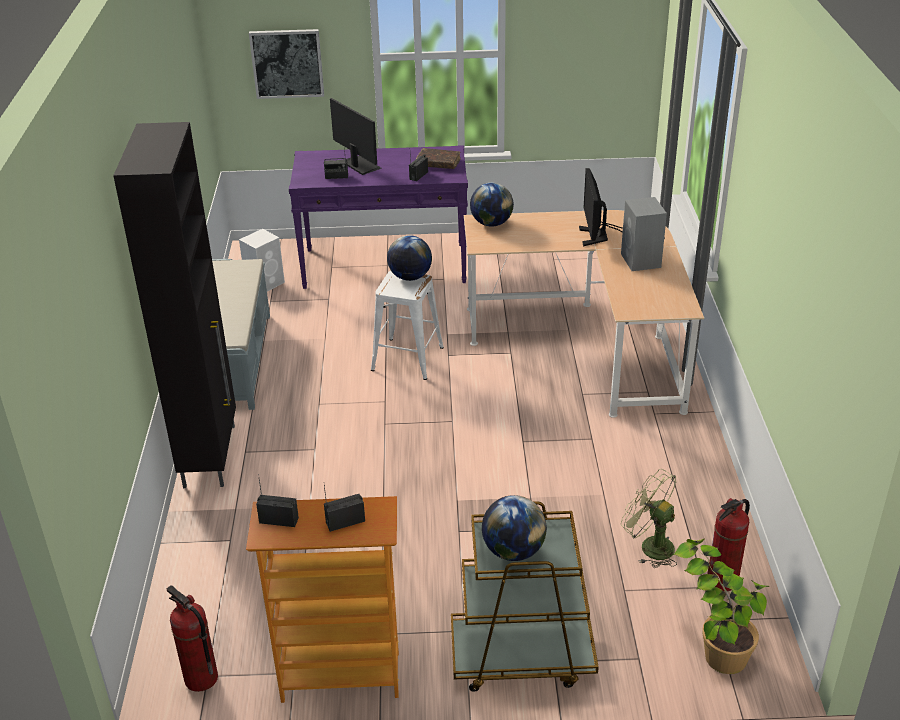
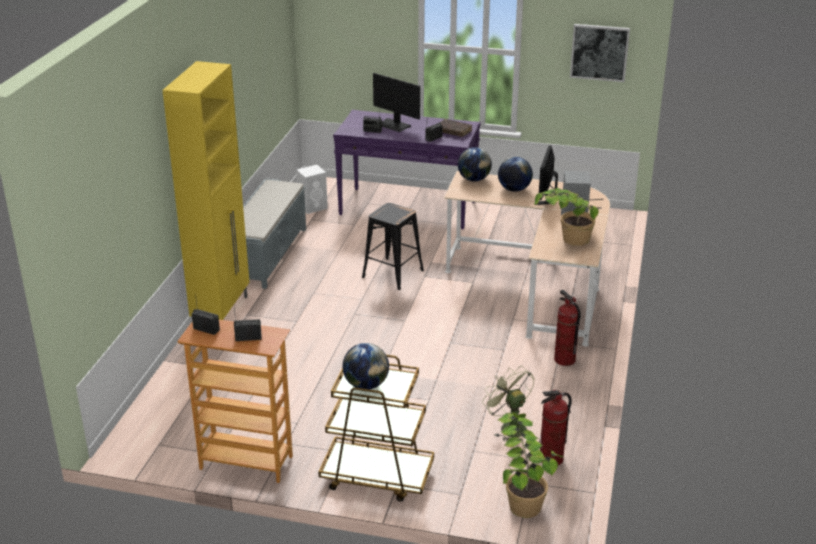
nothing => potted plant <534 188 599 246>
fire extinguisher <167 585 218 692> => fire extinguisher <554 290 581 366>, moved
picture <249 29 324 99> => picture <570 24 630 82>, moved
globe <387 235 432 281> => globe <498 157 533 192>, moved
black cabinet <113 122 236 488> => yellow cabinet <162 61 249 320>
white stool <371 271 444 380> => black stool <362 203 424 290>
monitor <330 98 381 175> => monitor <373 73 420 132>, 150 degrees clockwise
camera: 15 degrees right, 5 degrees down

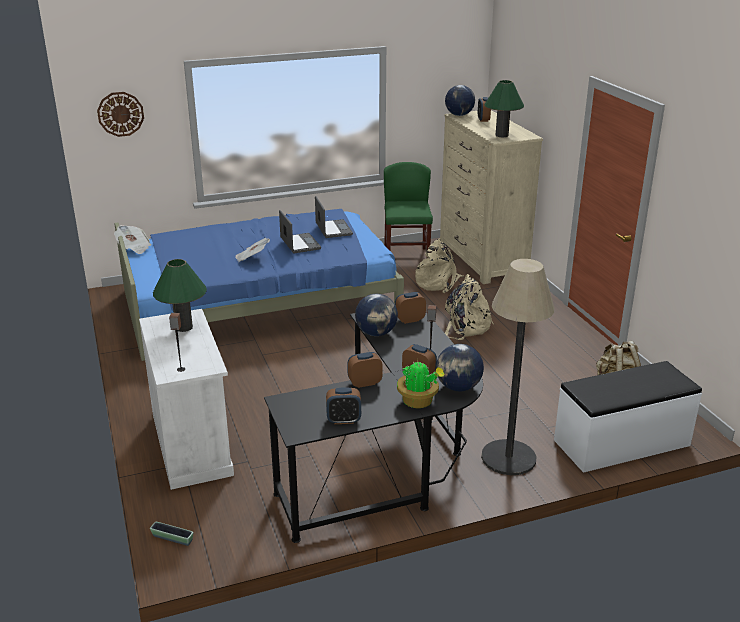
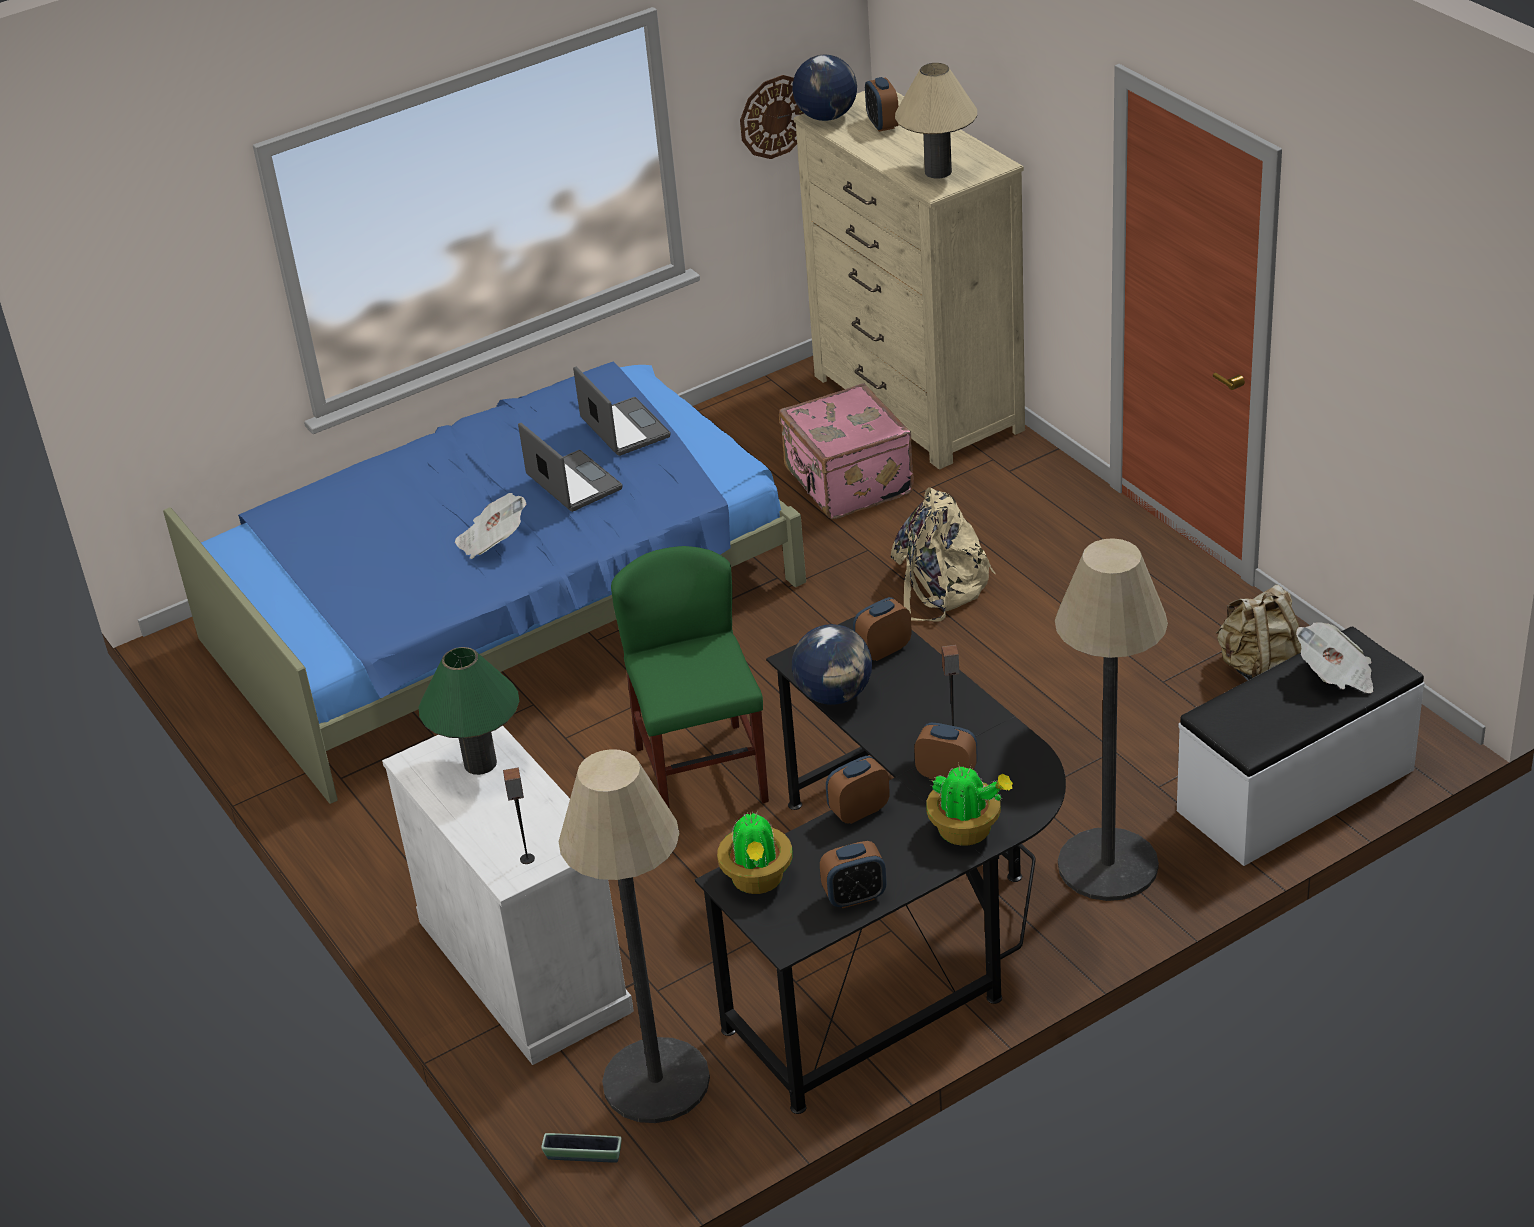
globe <436 344 484 391> => nothing
nothing => floor lamp <558 749 710 1123>
nothing => potted plant <717 810 793 894>
wall clock <97 92 144 137> => wall clock <740 75 804 159>, moved
newspaper <114 225 152 254> => newspaper <1296 622 1373 693>, moved
green chair <384 162 433 258> => green chair <611 546 769 809>, moved
beige backpack <415 238 464 293> => pink suitcase <779 383 914 519>
green table lamp <484 80 524 137> => beige table lamp <895 63 977 179>
camera: 10 degrees left, 10 degrees up

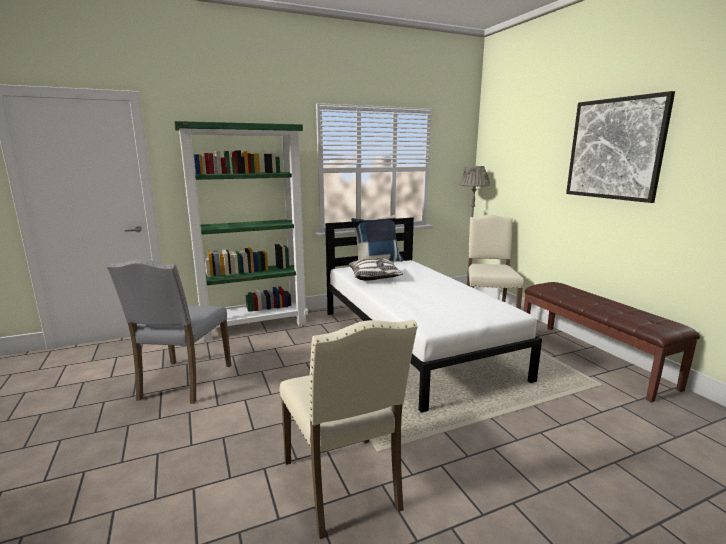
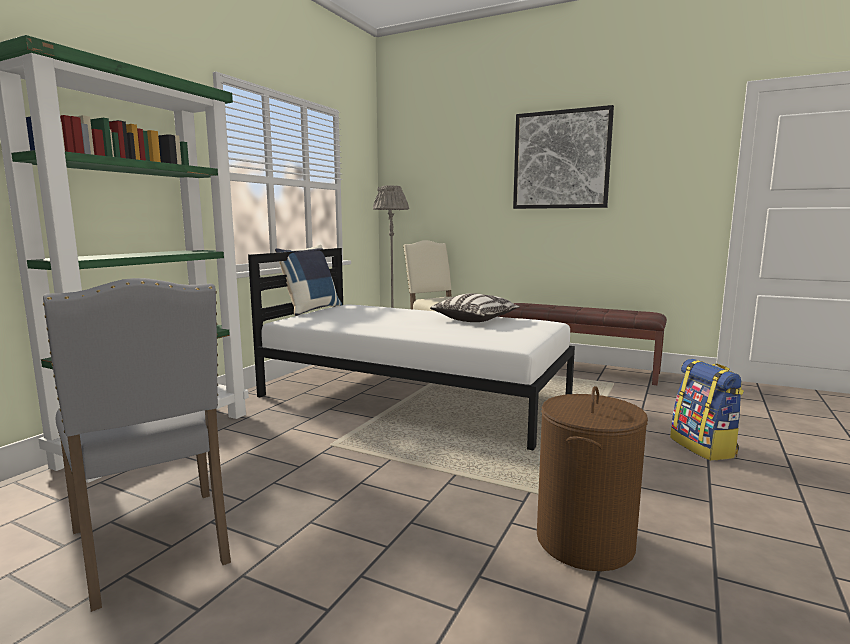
nothing => backpack <670 359 744 461>
pillow <349 258 403 281> => pillow <430 293 520 322>, moved
beige chair <280 320 418 539> => brown laundry basket <537 386 648 571>
camera: 40 degrees left, 5 degrees down

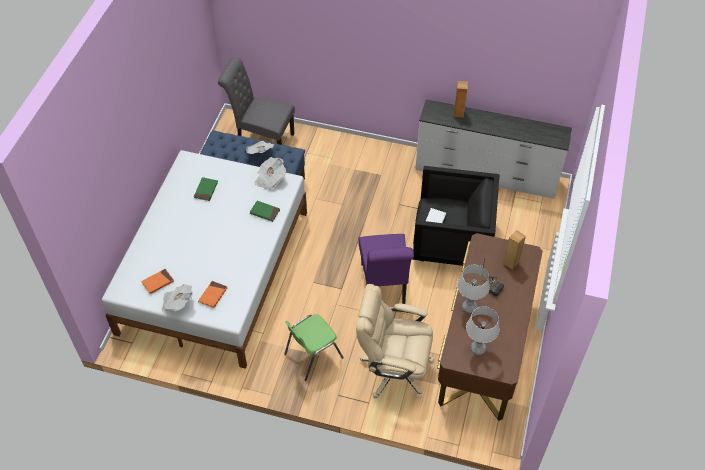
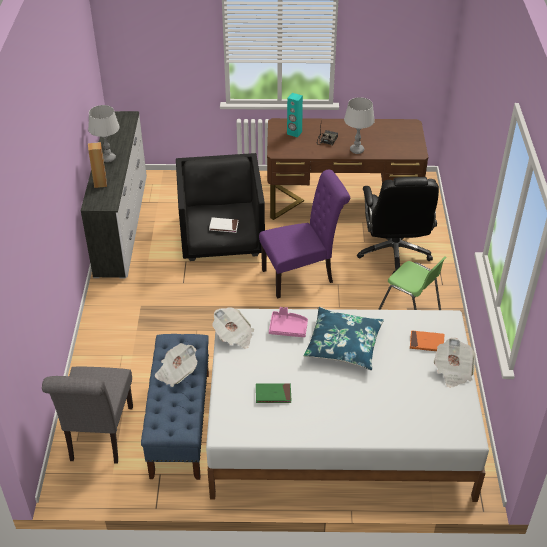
orange book <141 269 174 294> => nothing
nothing => blue pillow <304 307 384 370>
grey table lamp <466 306 499 355> => grey table lamp <88 105 120 162>, moved
green book <250 201 280 222> => pink tray <269 307 308 337>
beige office chair <356 284 434 399> => black office chair <357 177 439 274>
brown speaker <503 230 526 269> => turquoise speaker <287 93 303 138>
camera: 105 degrees left, 10 degrees down

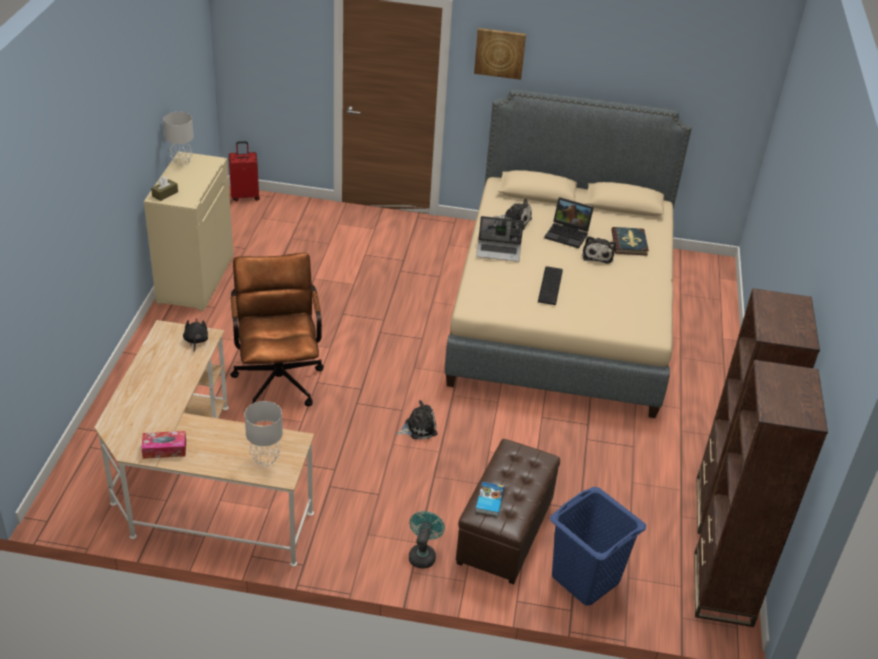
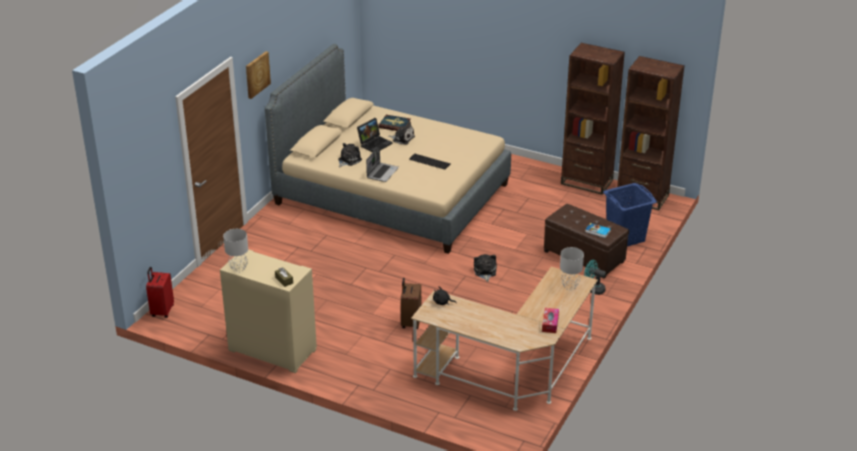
brown office chair <230 253 324 406> => brown suitcase <401 278 421 329>
camera: 70 degrees left, 5 degrees down

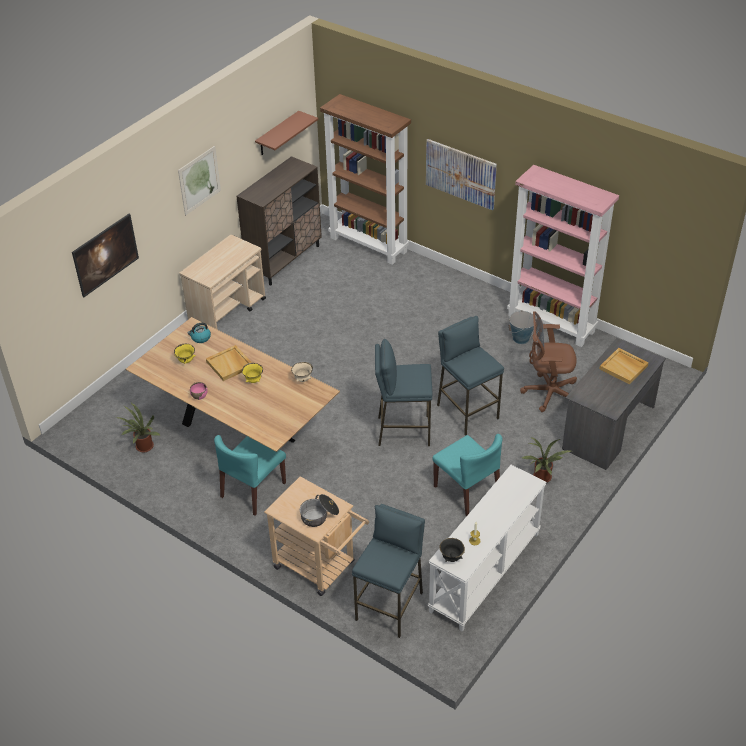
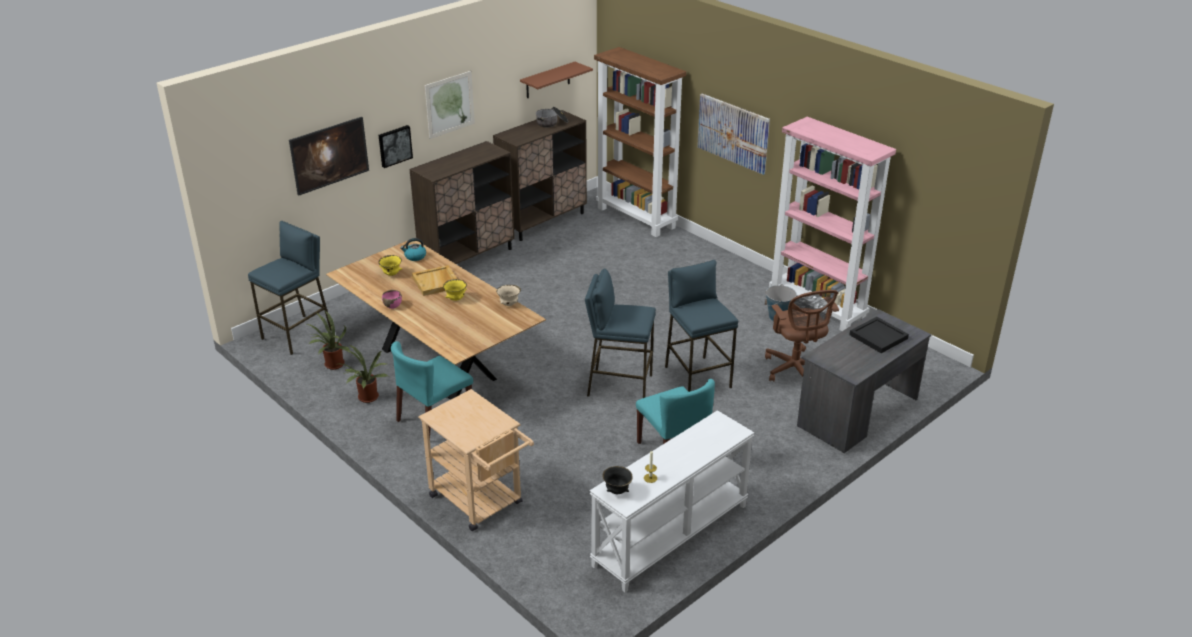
nothing => picture <379 125 413 168>
cooking pot <300 494 339 527> => cooking pot <536 107 568 127>, moved
blue stool <352 504 425 638> => blue stool <248 221 331 355>, moved
potted plant <521 437 571 483> => potted plant <342 345 388 403>, moved
beige cart <180 234 266 330> => brown cabinet <409 141 514 264>
beige tray <600 348 649 384> => black tray <849 317 909 353>
brown office chair <520 311 577 412> => brown office chair <765 290 839 382>, 120 degrees counterclockwise
camera: 10 degrees right, 10 degrees down

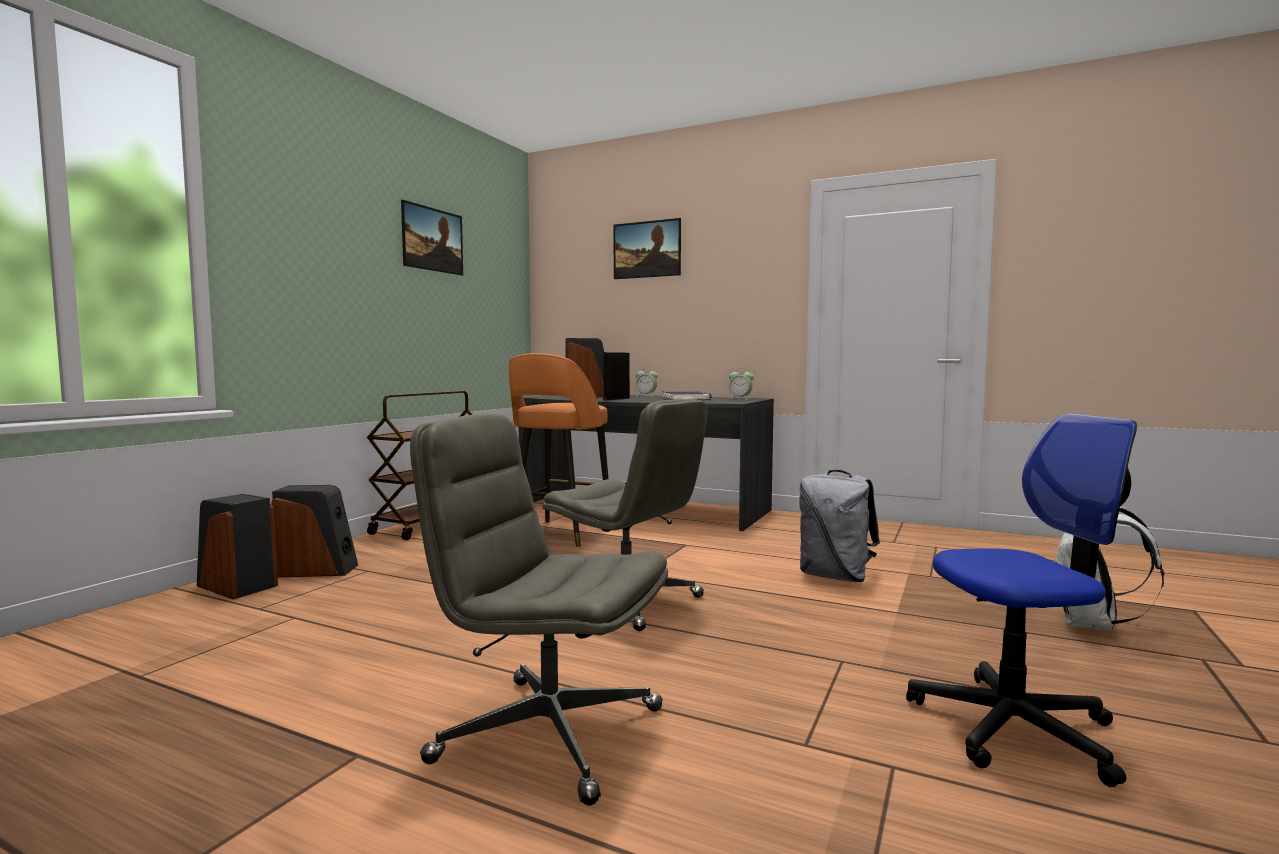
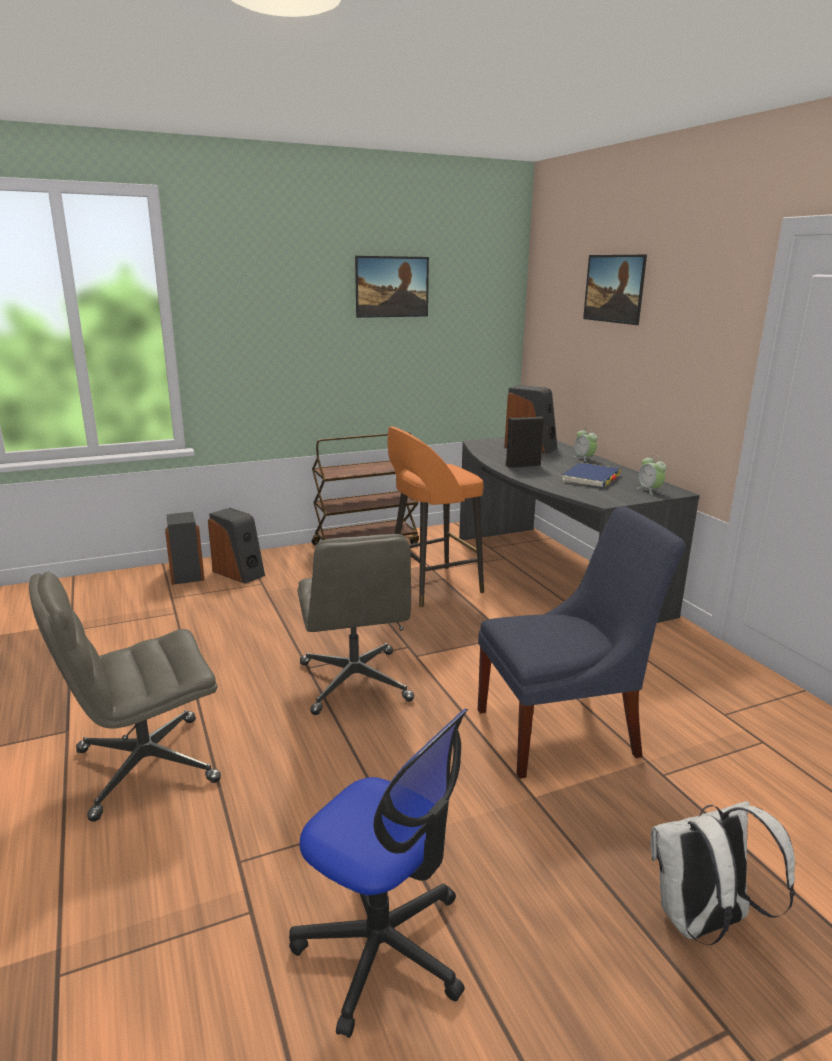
grey backpack <799 470 880 582> => blue chair <478 506 685 779>
grey office chair <410 414 668 805> => grey office chair <29 571 221 822>, 90 degrees counterclockwise
camera: 40 degrees right, 15 degrees up

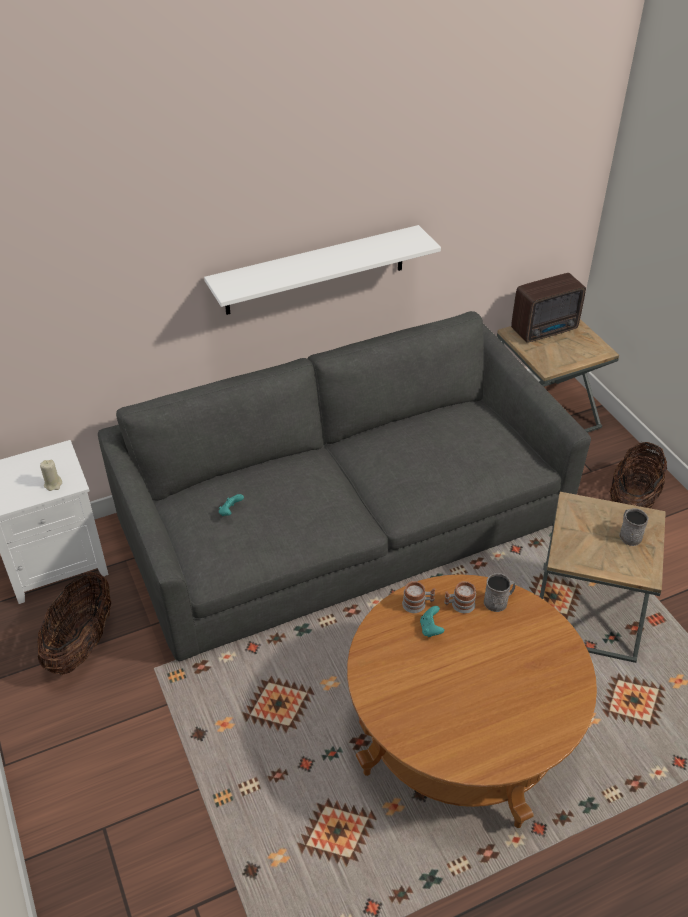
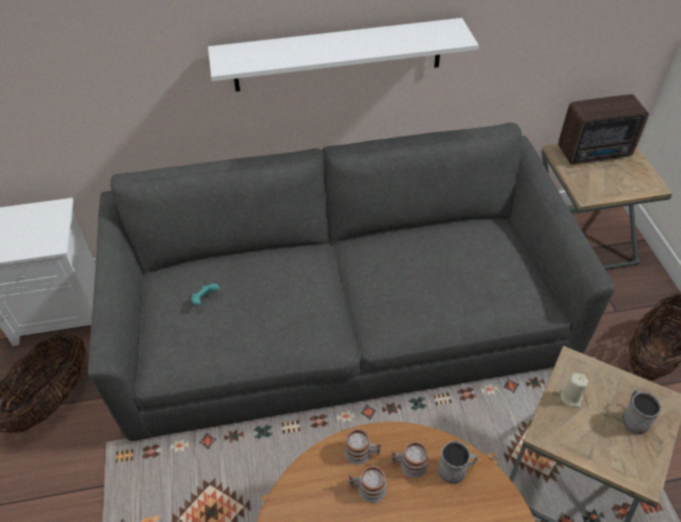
beige candle <40 460 62 491> => beige candle <560 373 588 408>, moved
turquoise game controller <420 606 445 637> => mug <348 466 386 503>
camera: 15 degrees right, 5 degrees up

